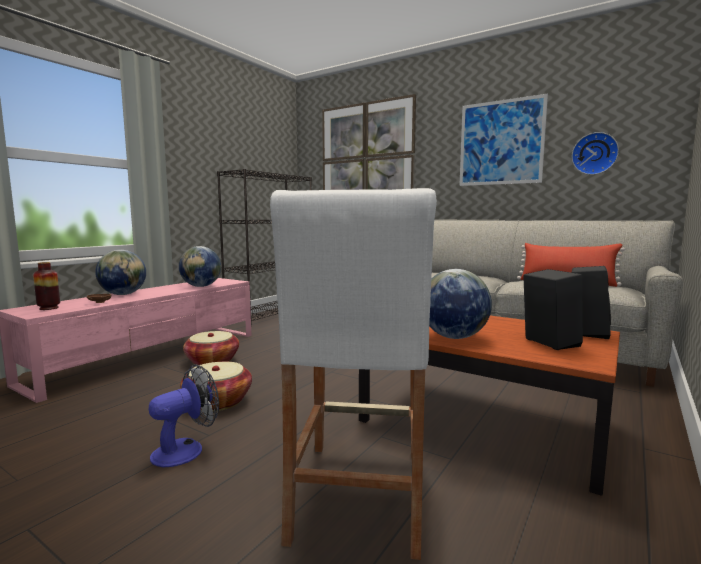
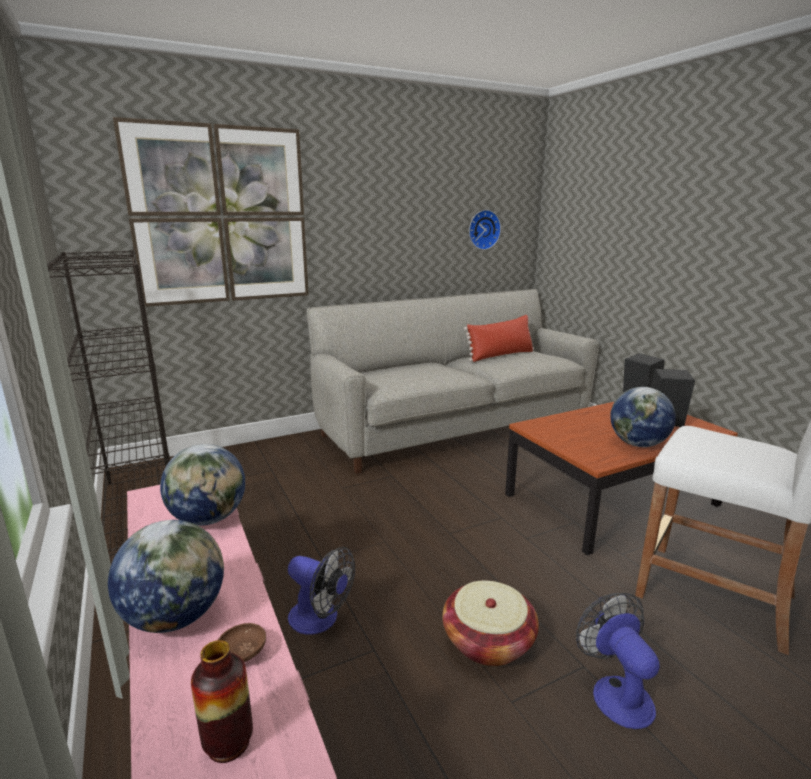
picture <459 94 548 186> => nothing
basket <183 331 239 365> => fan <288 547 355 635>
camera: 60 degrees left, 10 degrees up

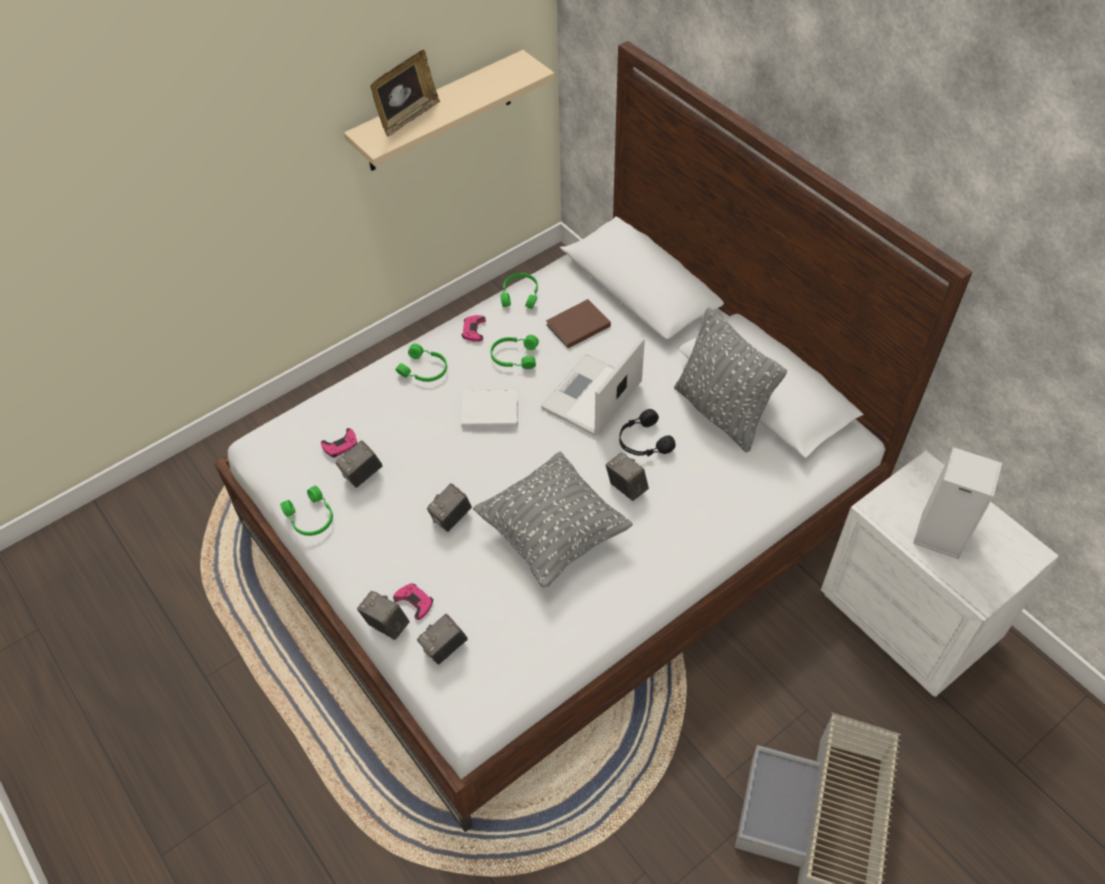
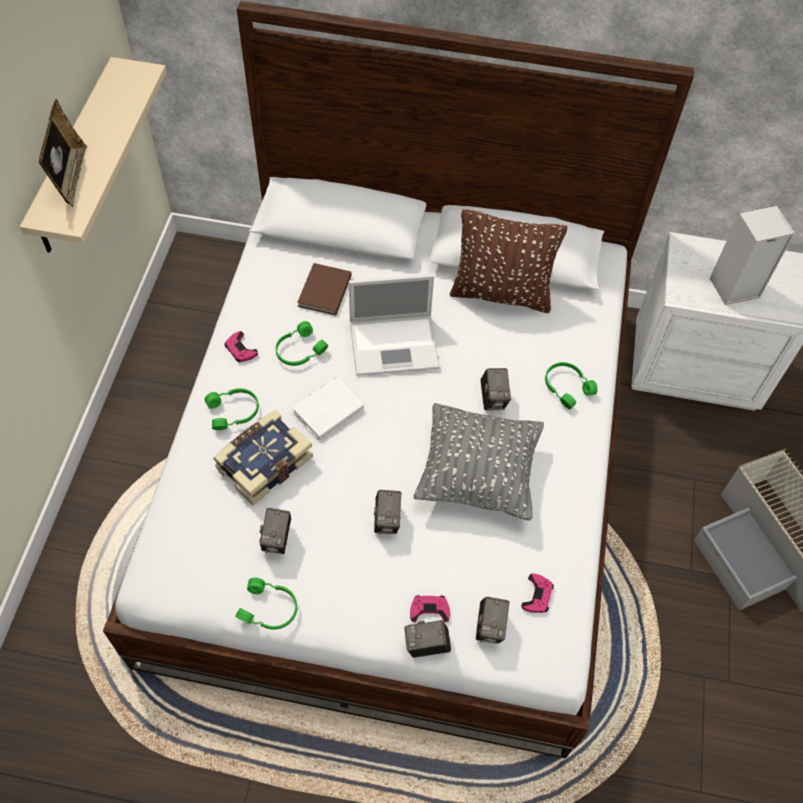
black headphones <619 409 676 456> => nothing
nothing => book <213 410 313 506>
pink game controller <321 428 357 458> => pink game controller <521 573 554 613>, moved
green headphones <500 273 538 309> => green headphones <545 362 598 409>, moved
grey pillow <674 308 787 452> => brown pillow <450 209 567 313>
laptop <541 337 645 436> => laptop <349 274 440 376>, 90 degrees counterclockwise
photo camera <606 452 649 501> => photo camera <480 368 511 411>, 105 degrees counterclockwise
camera: 45 degrees left, 5 degrees up

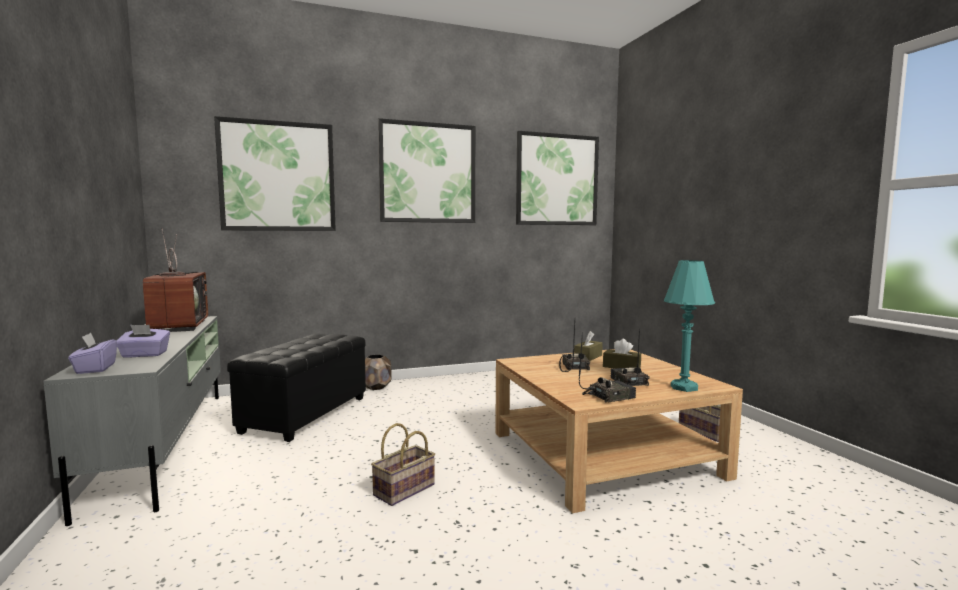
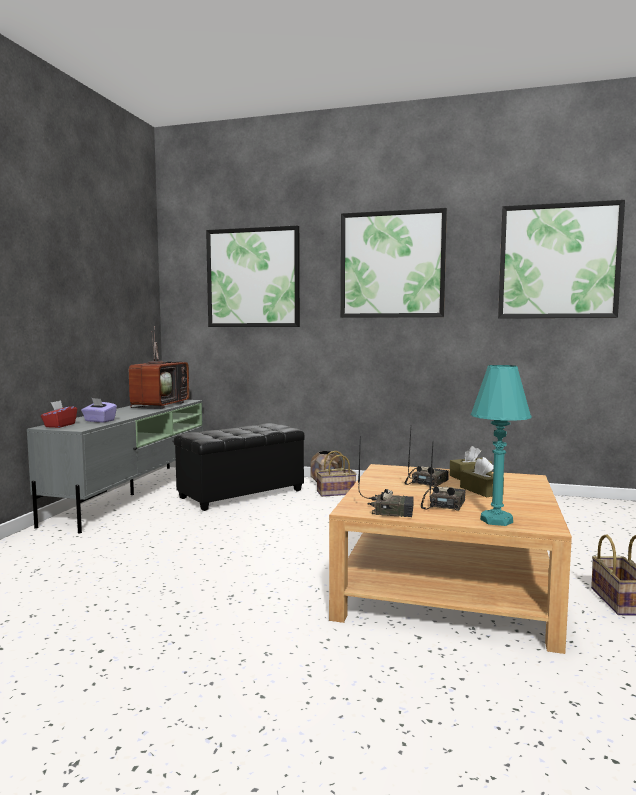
basket <371 423 435 506> => basket <317 451 356 497>, moved
purple tissue box <68 333 117 374> => red tissue box <41 400 77 428>
camera: 35 degrees right, 0 degrees up

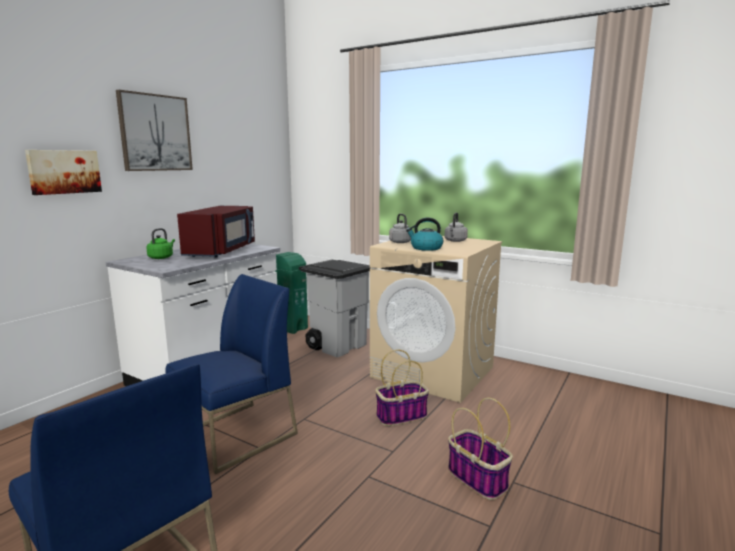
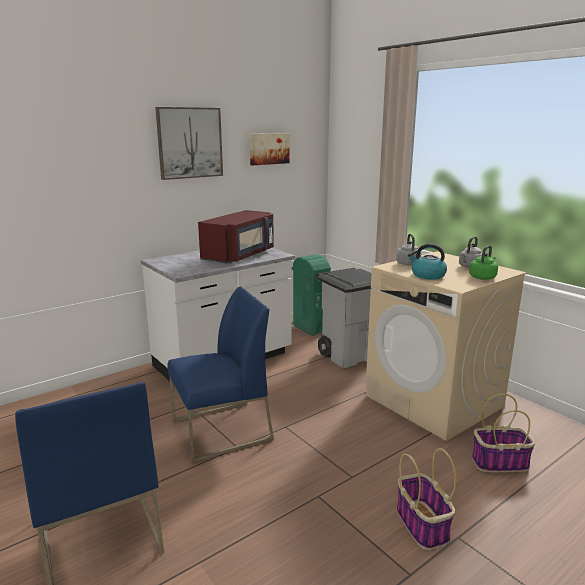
picture <25 150 102 195> => picture <250 133 290 165>, moved
green kettle <146 228 175 259> => green kettle <469 245 498 280>, moved
basket <375 350 429 426> => basket <472 393 535 472>, moved
camera: 20 degrees right, 5 degrees up

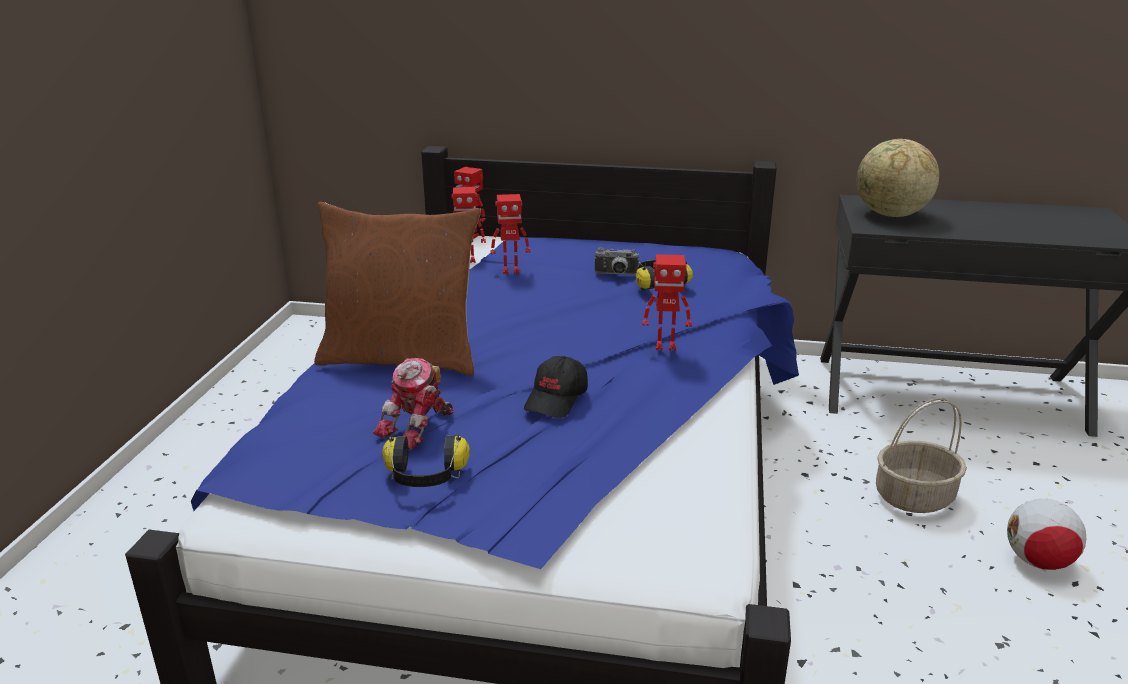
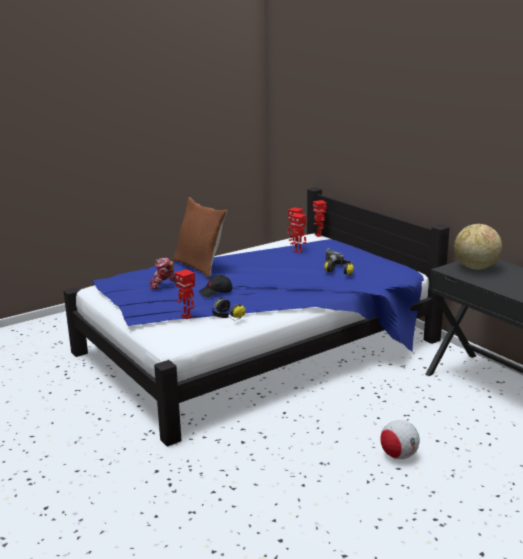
basket <876 398 967 513> => nothing
headphones <382 434 470 487> => headphones <212 298 246 320>, moved
toy robot <643 254 692 351> => toy robot <175 269 195 319>, moved
camera: 45 degrees right, 5 degrees down

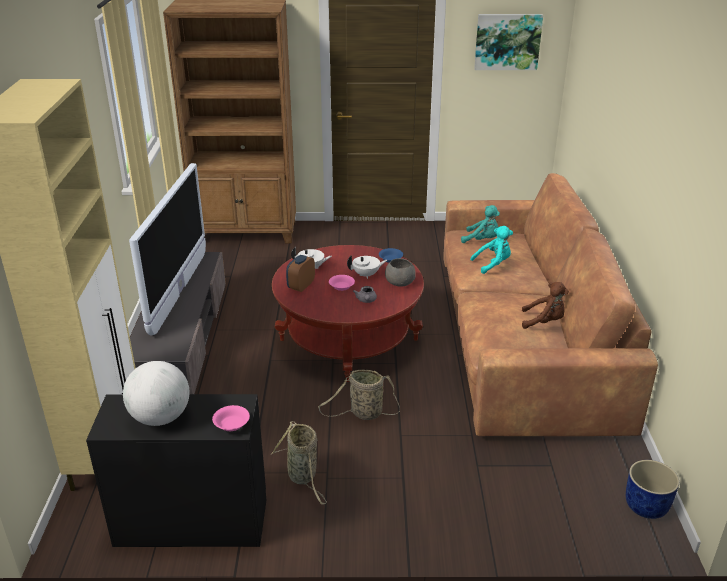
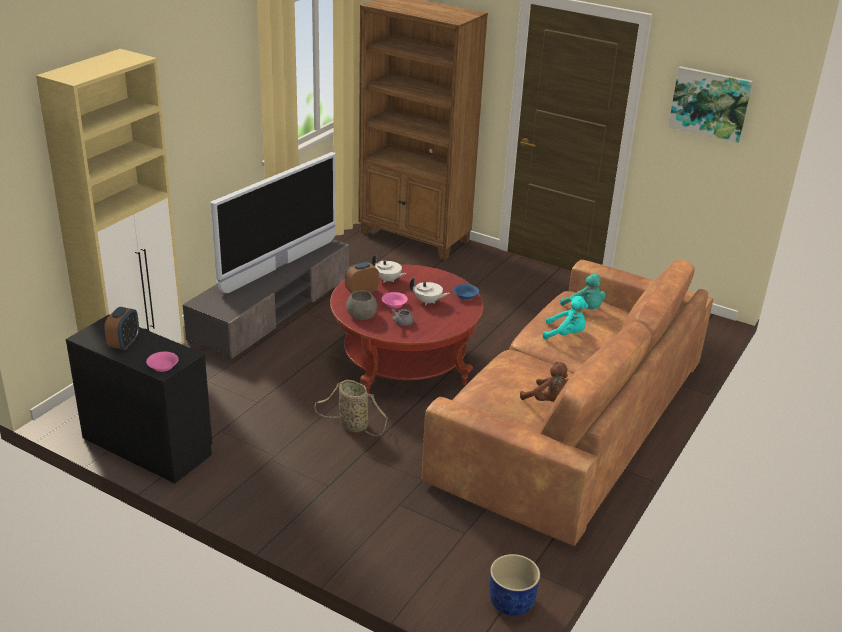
basket <271 422 327 504> => nothing
grey bowl <385 258 416 287> => grey bowl <346 290 377 320>, moved
globe <123 361 190 426> => alarm clock <105 307 139 350>
camera: 30 degrees right, 0 degrees up

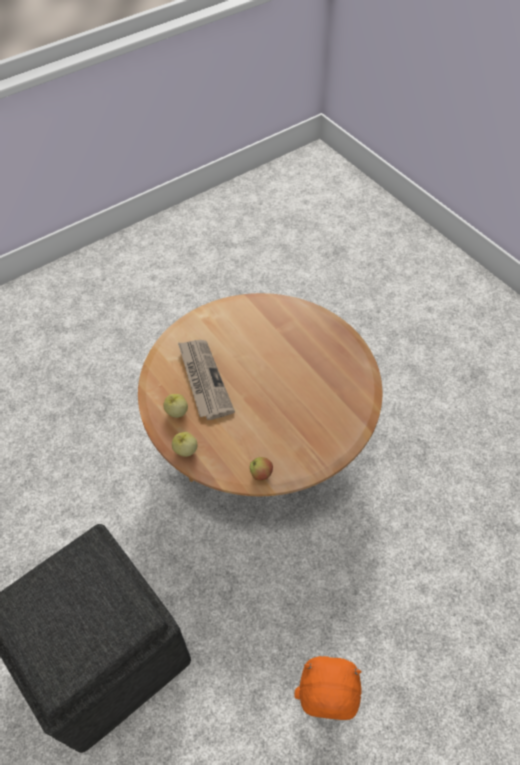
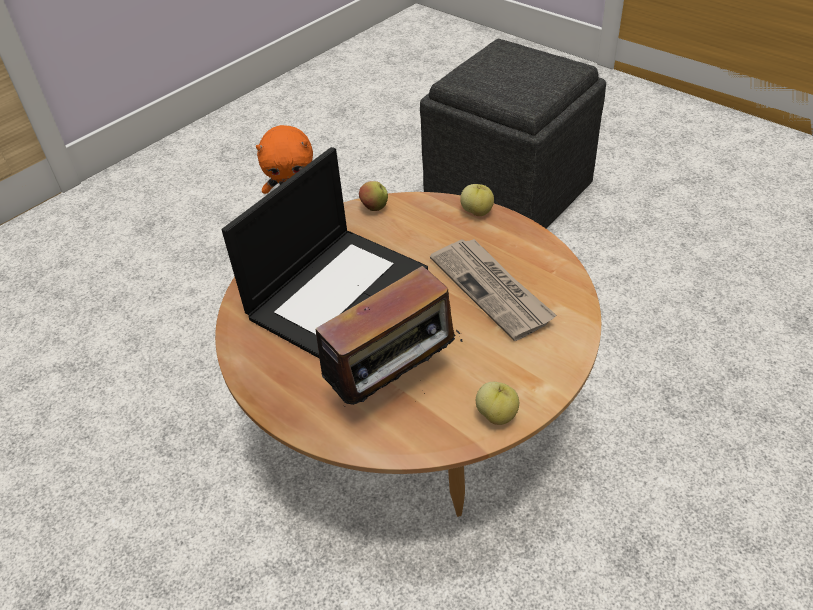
nothing => laptop <222 147 428 358>
nothing => radio <316 266 463 407>
apple <163 394 188 418> => apple <476 382 519 425>, moved
camera: 170 degrees right, 10 degrees down

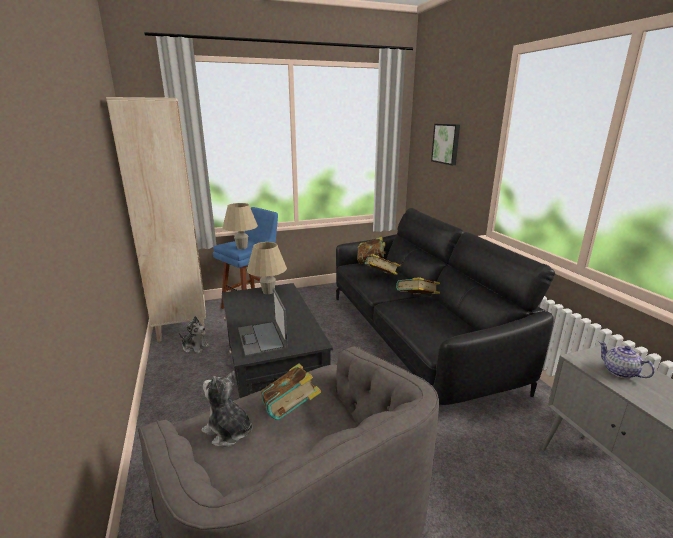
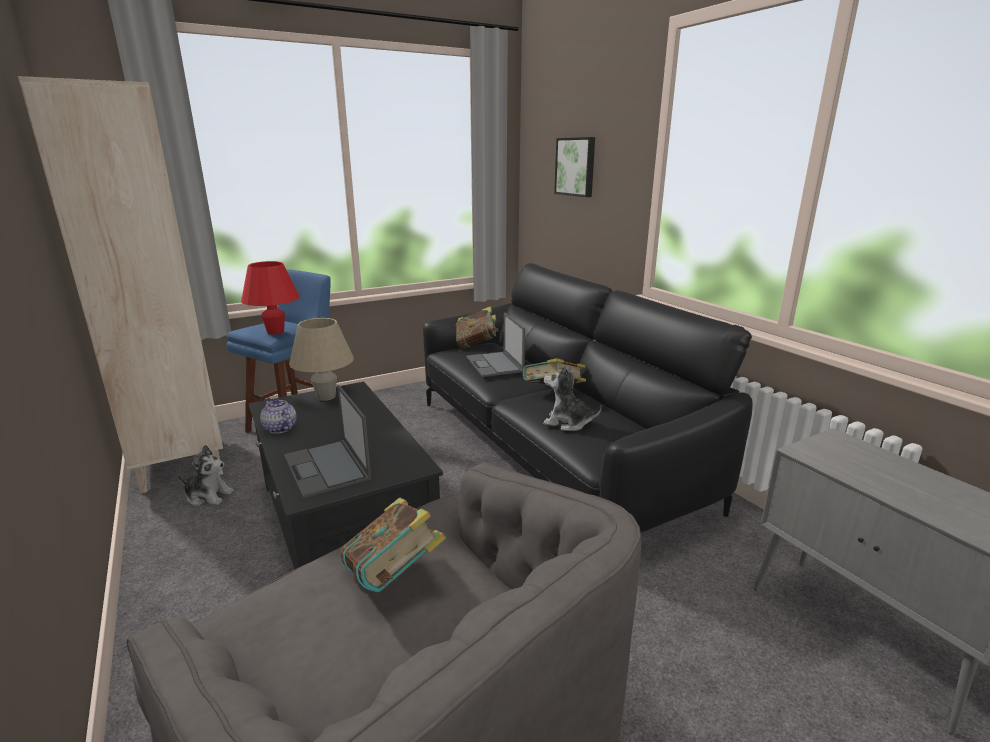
plush toy <202 371 253 447> => plush toy <543 365 602 431>, moved
teapot <599 341 655 378> => teapot <260 398 296 434>, moved
book <364 254 401 275> => laptop <466 313 525 377>
beige table lamp <223 203 258 249> => red table lamp <241 261 299 335>
camera: 10 degrees left, 0 degrees up

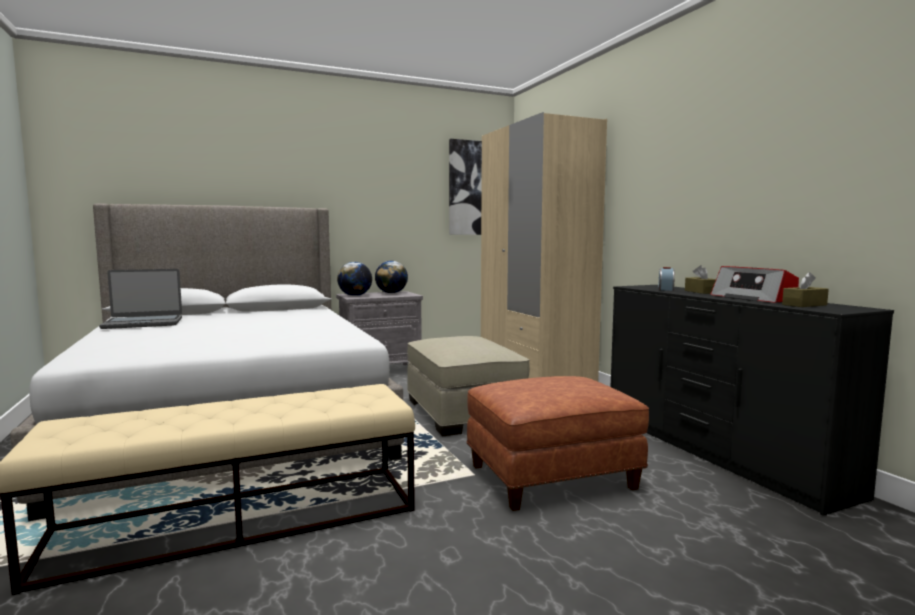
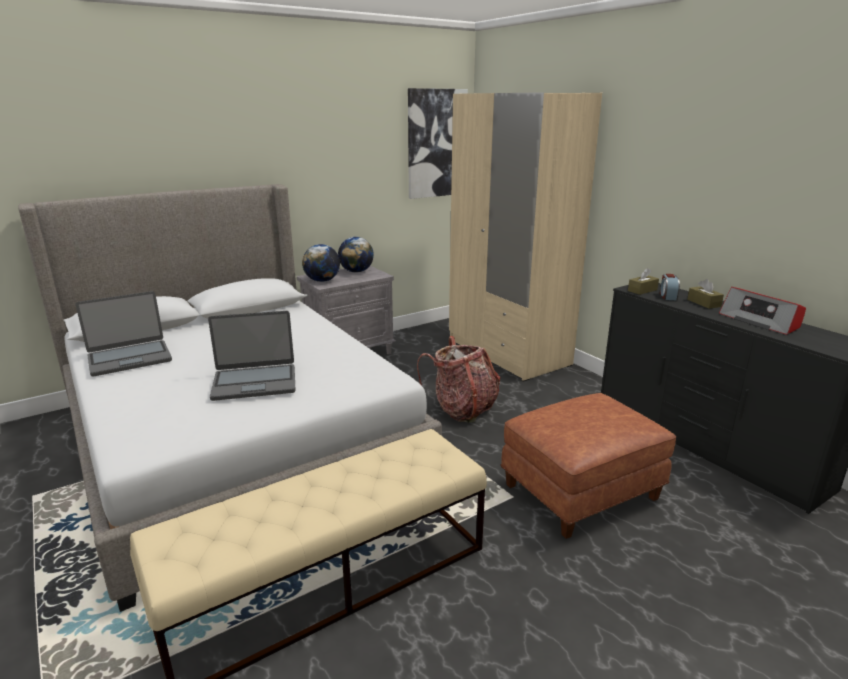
nothing => laptop <208 311 295 401>
brown tissue box <782 272 829 307> => brown tissue box <628 268 659 295>, moved
beige ottoman <407 336 530 436> => backpack <417 336 500 423>
camera: 10 degrees left, 15 degrees up

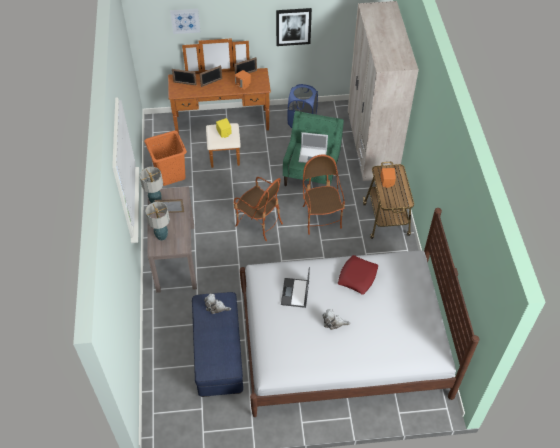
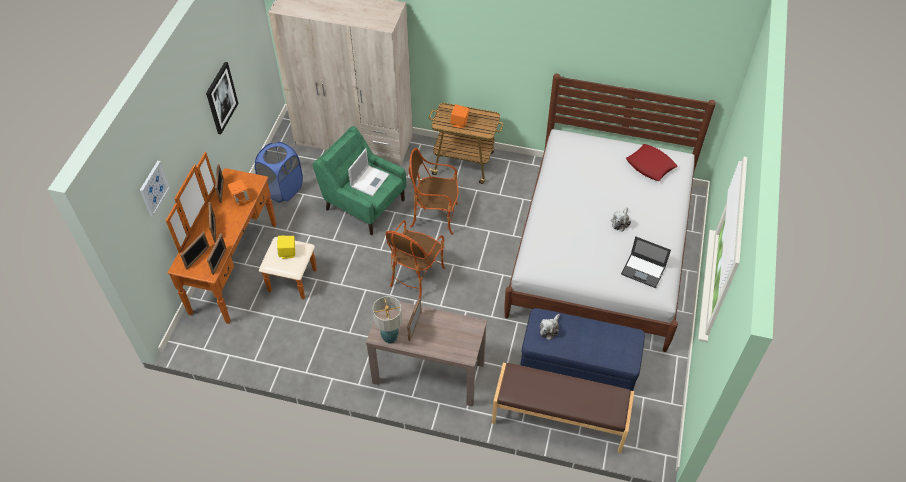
orange laundry basket <144 130 187 186> => nothing
table lamp <145 202 170 240> => nothing
nothing => picture frame <207 233 227 275>
nothing => brown bench <492 363 634 453>
laptop <281 267 310 308> => laptop <621 236 671 288>, moved
red pillow <338 255 378 295> => red pillow <626 144 677 181>, moved
armchair <234 177 283 241> => armchair <386 220 445 298>, 150 degrees clockwise
camera: 70 degrees left, 0 degrees up

